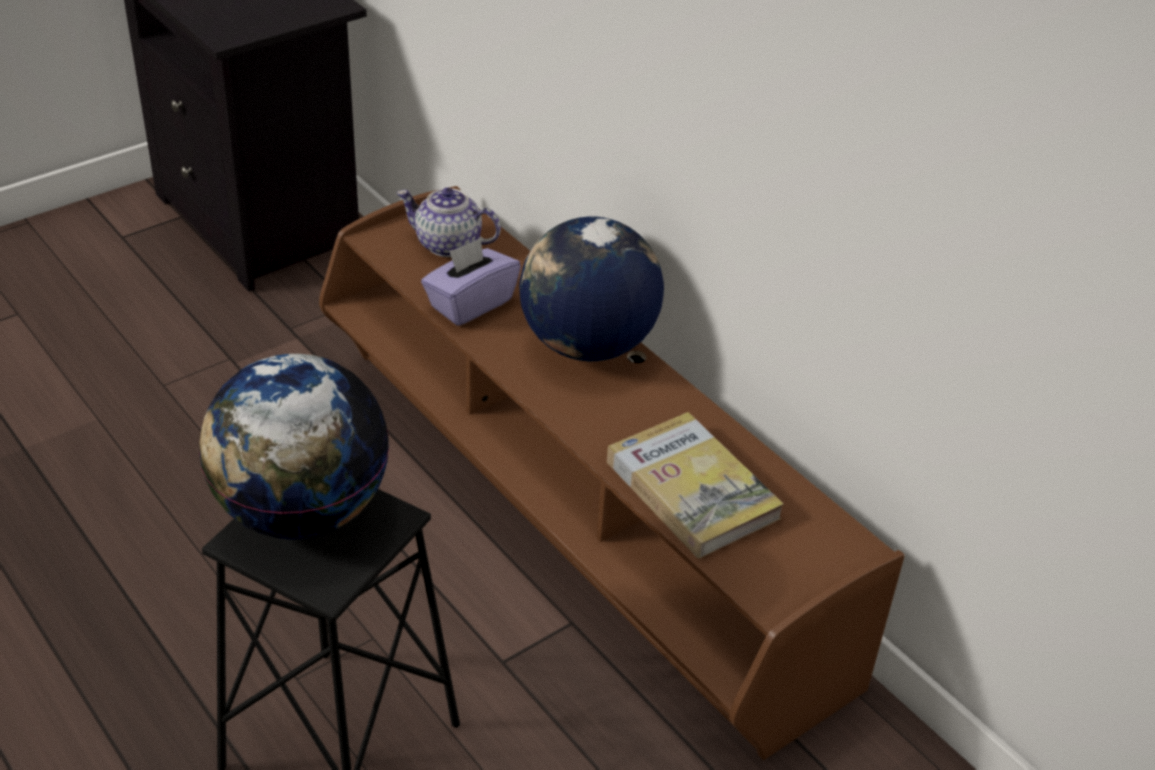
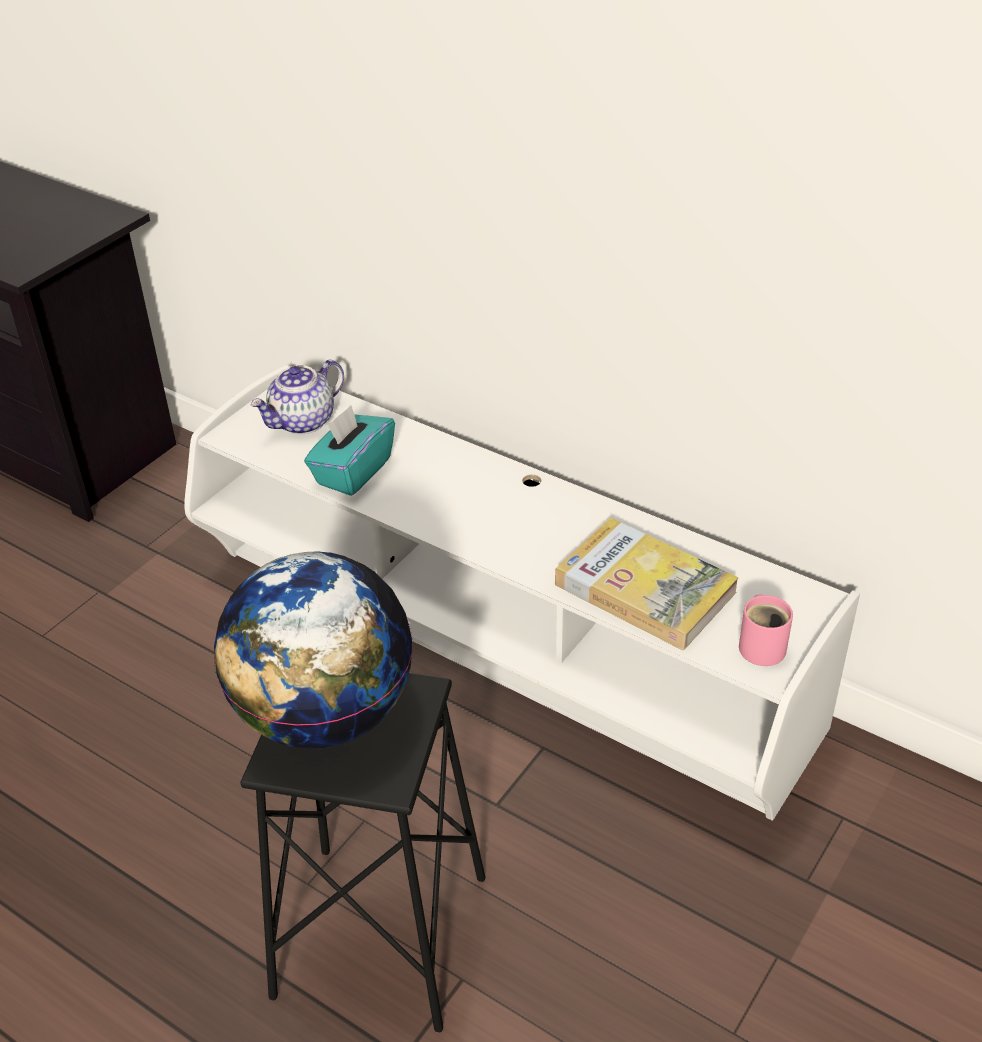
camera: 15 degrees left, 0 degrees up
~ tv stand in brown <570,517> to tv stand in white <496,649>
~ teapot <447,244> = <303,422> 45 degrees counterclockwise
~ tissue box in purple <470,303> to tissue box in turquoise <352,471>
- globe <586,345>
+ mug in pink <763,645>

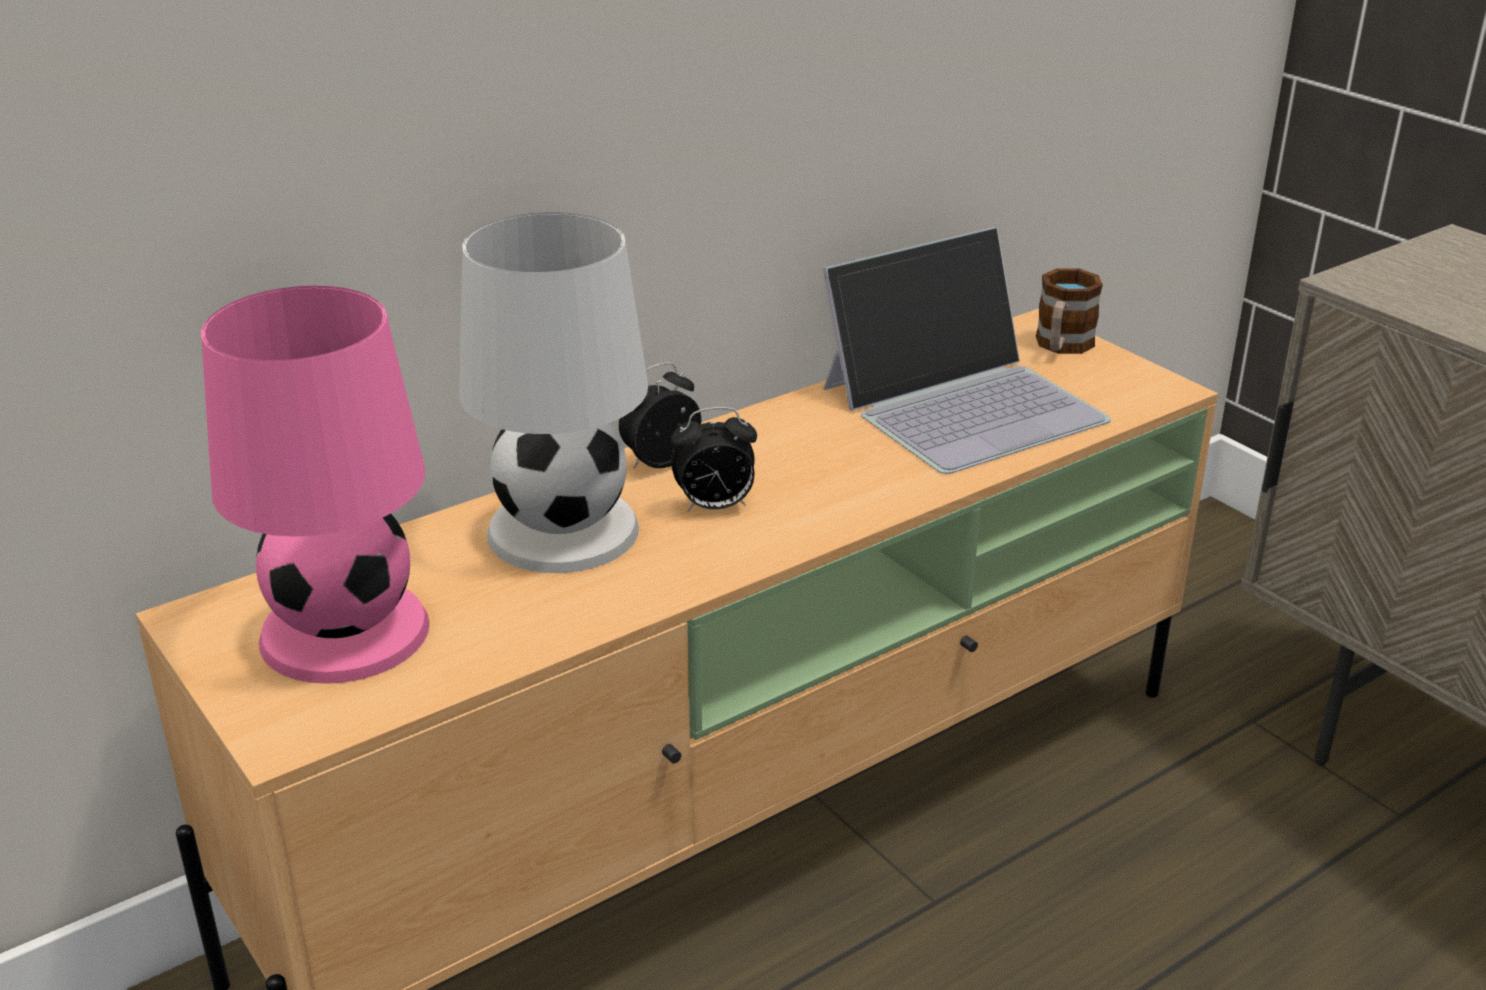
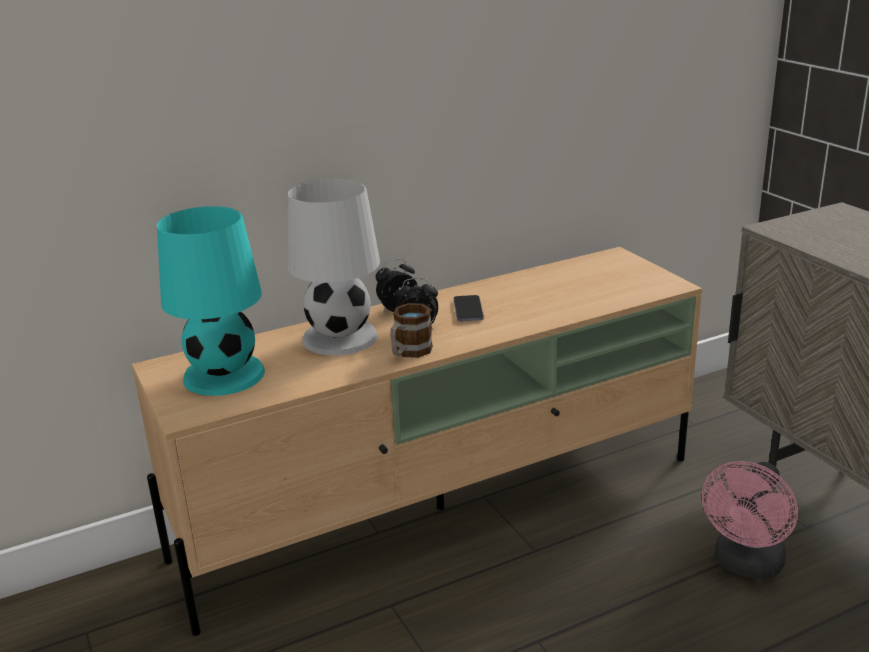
camera: 10 degrees right, 5 degrees down
~ table lamp in pink <342,633> to table lamp in turquoise <223,375>
- laptop <964,402>
~ mug <1061,347> to <409,352>
+ phone <468,310>
+ fan in pink <746,565>

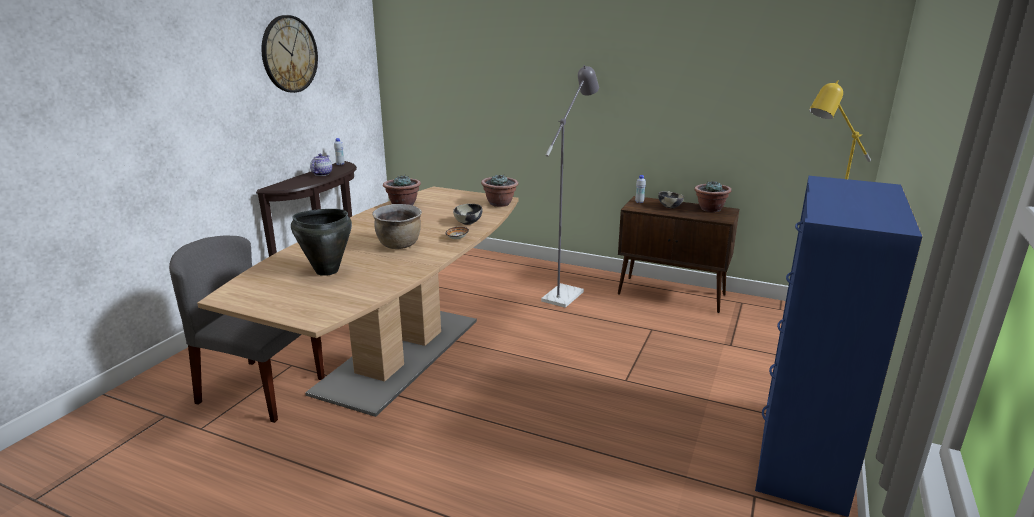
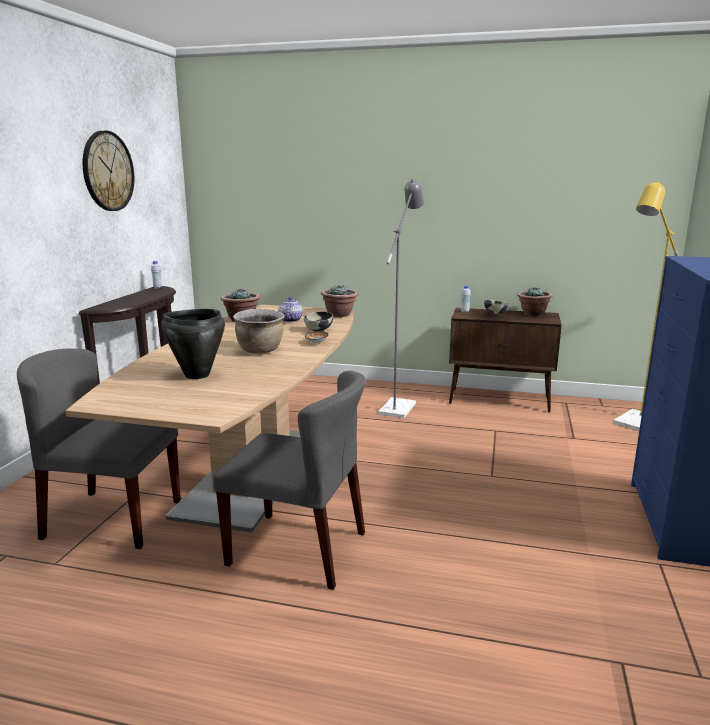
camera: 10 degrees left, 5 degrees down
~ teapot <322,174> to <290,320>
+ chair in grey <299,548>

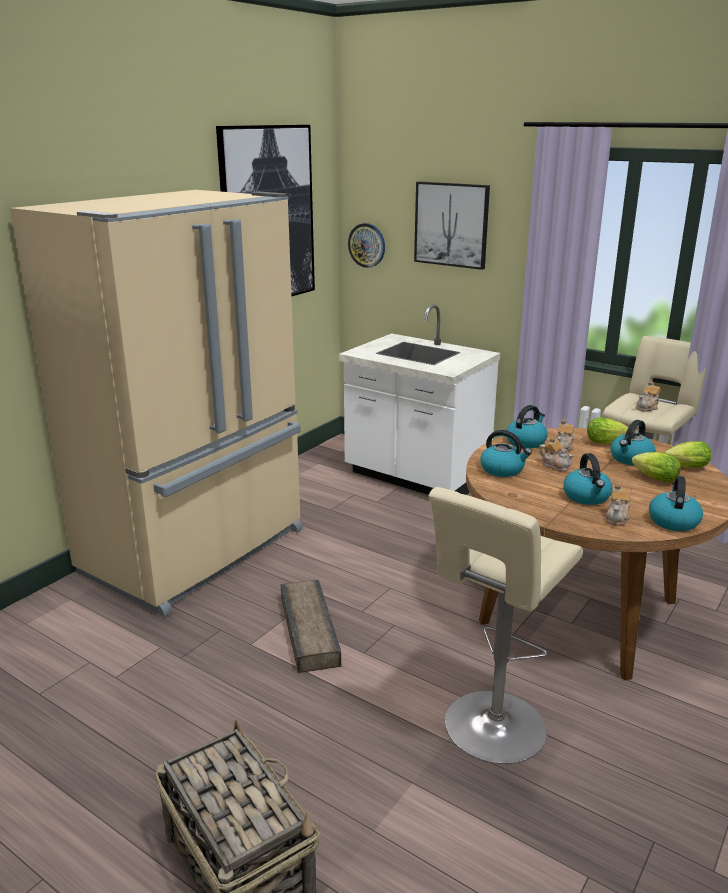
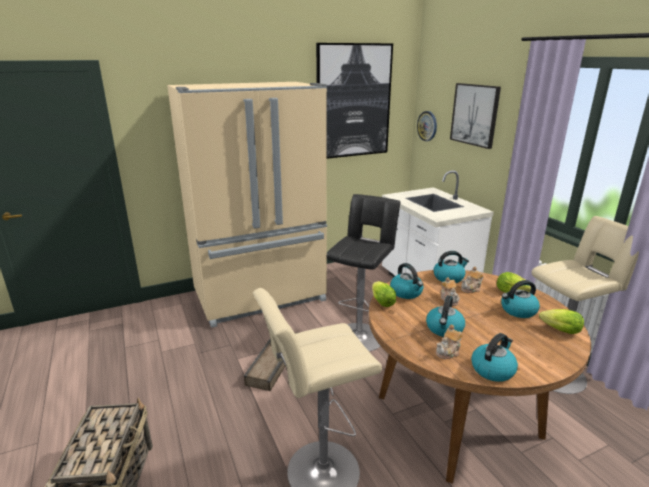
camera: 30 degrees right, 0 degrees up
~ lettuce <652,478> to <381,301>
- teapot <647,407>
+ stool in black <360,335>

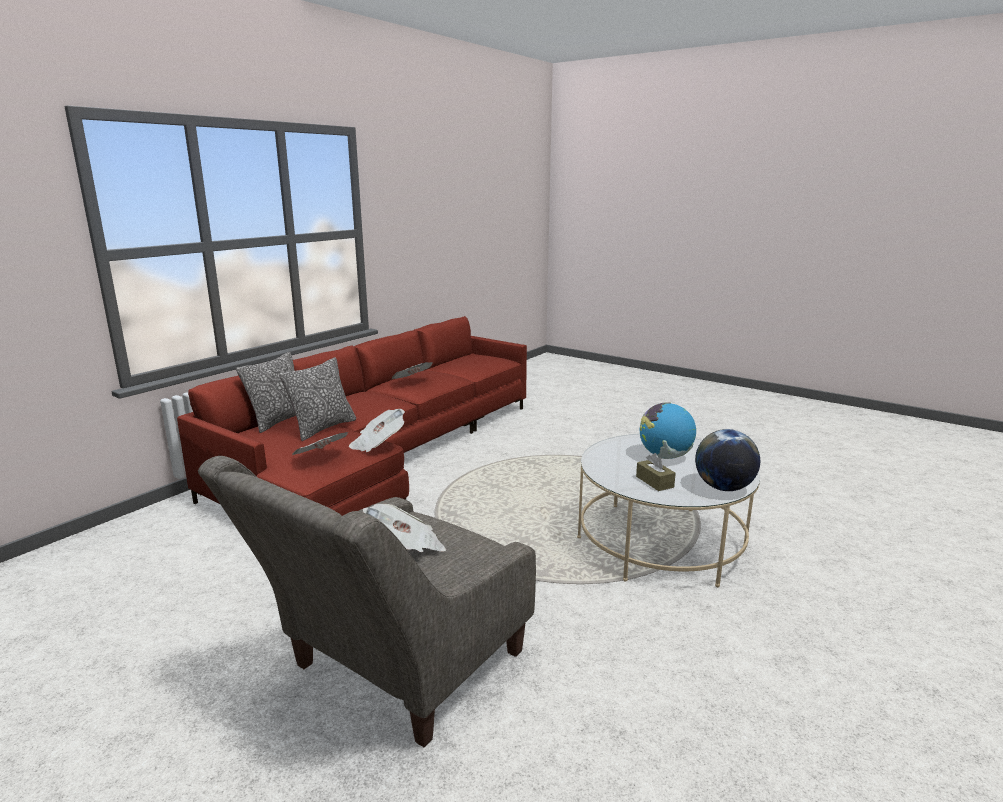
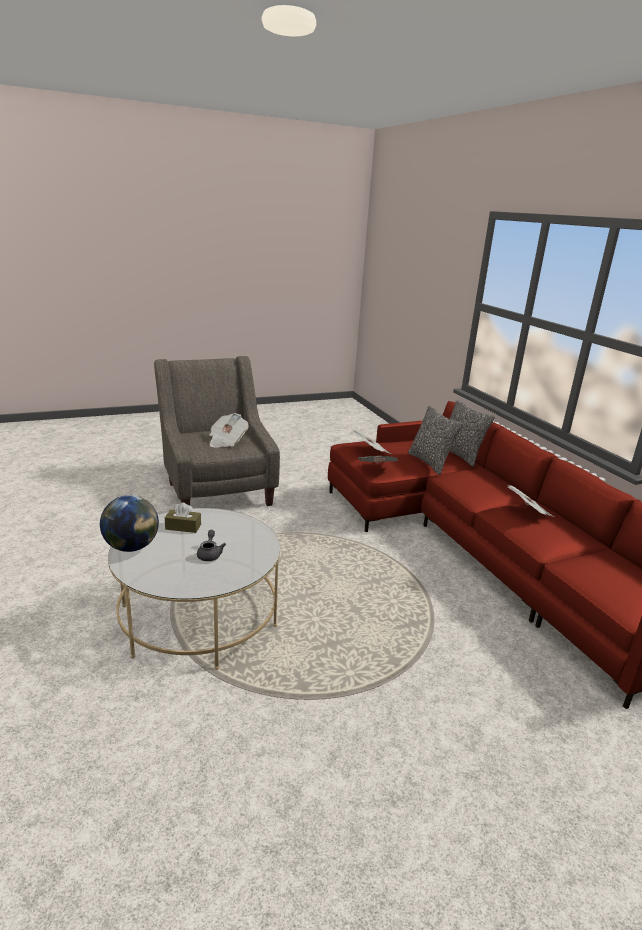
camera: 120 degrees right, 5 degrees up
~ globe <665,456> to teapot in grey <210,554>

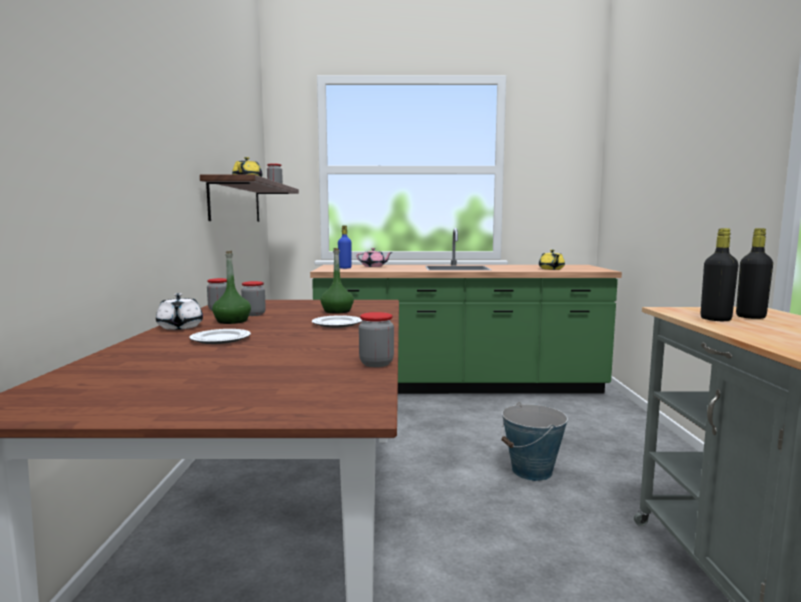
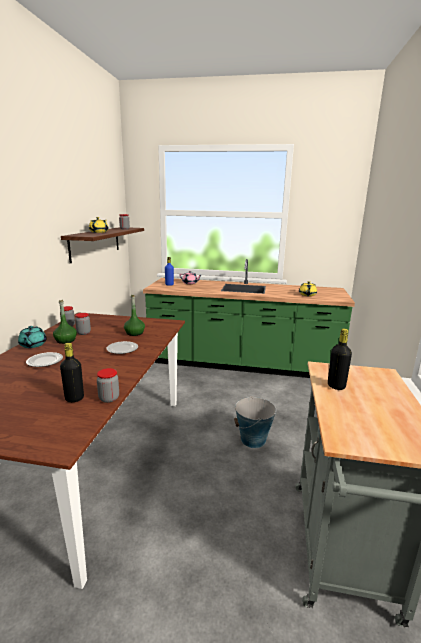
camera: 10 degrees right, 10 degrees up
~ teapot in white <180,327> to teapot in turquoise <33,345>
~ bottle in black <750,317> to <74,398>

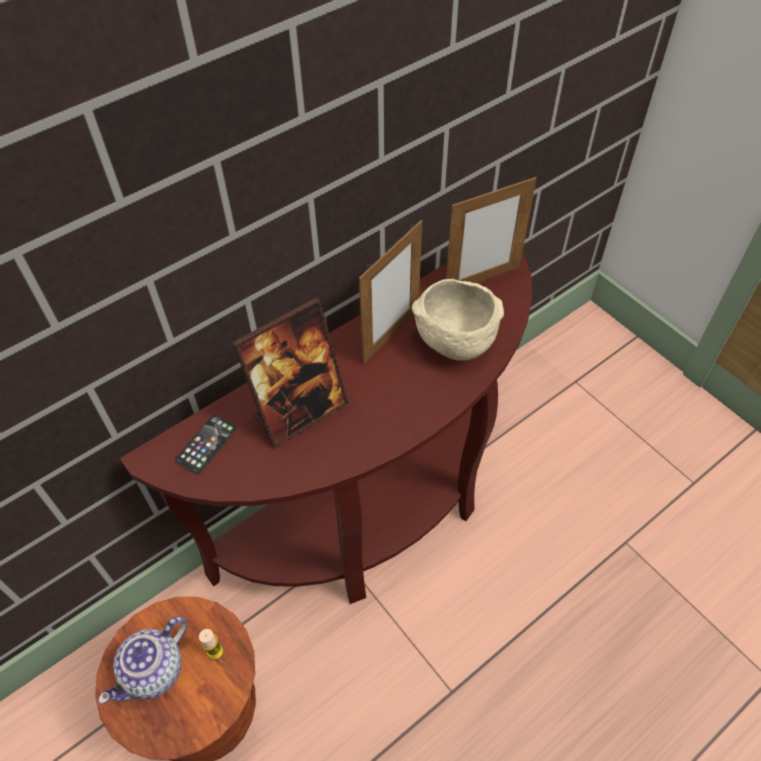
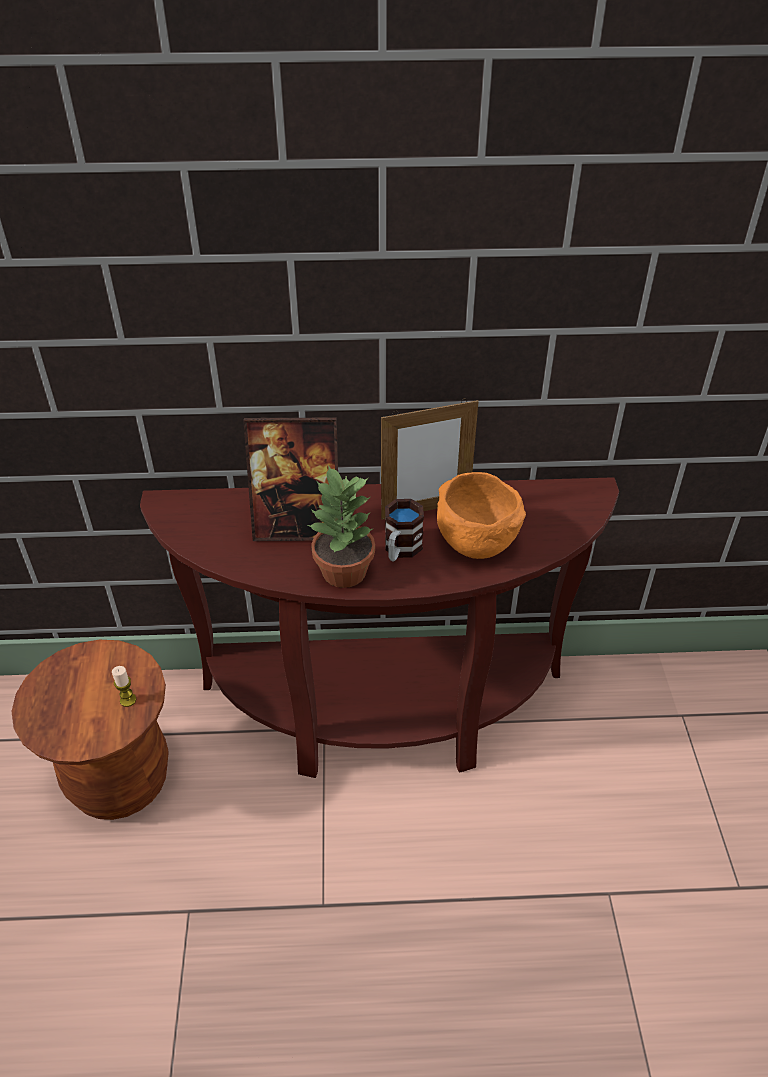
camera: 35 degrees right, 10 degrees down
- teapot <155,670>
- phone <206,444>
~ bowl in beige <453,343> to bowl in orange <474,542>
- picture frame <482,280>
+ potted plant <344,572>
+ mug <400,550>

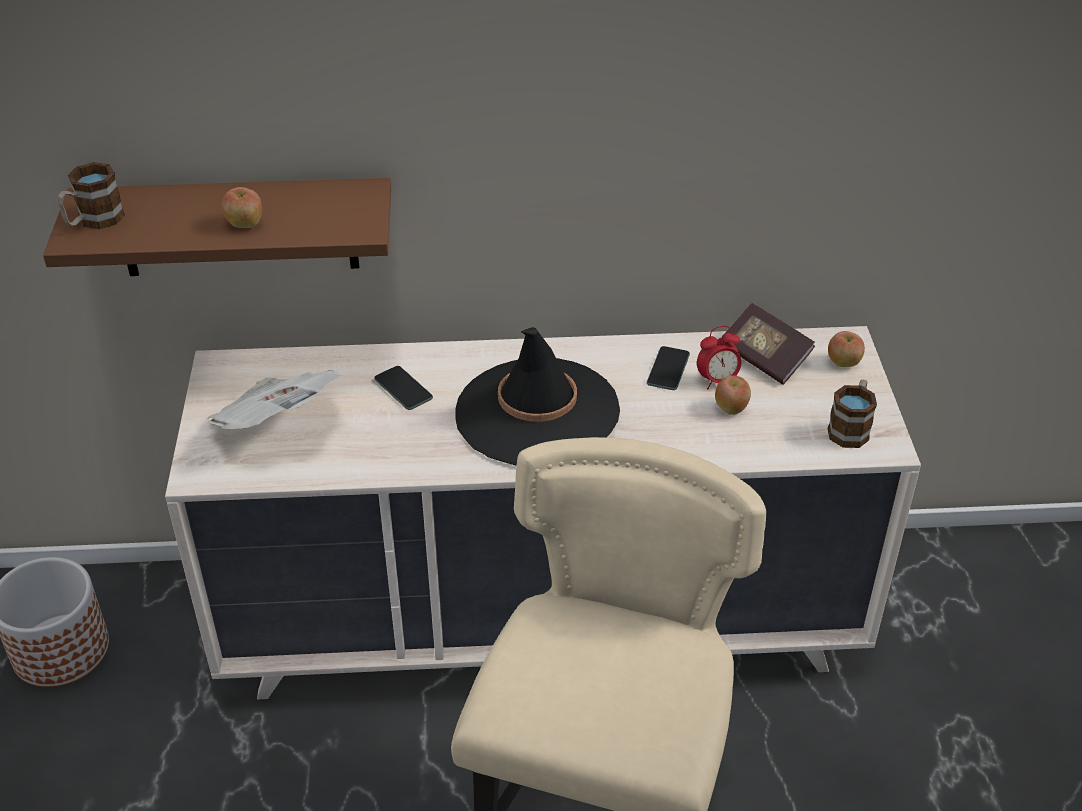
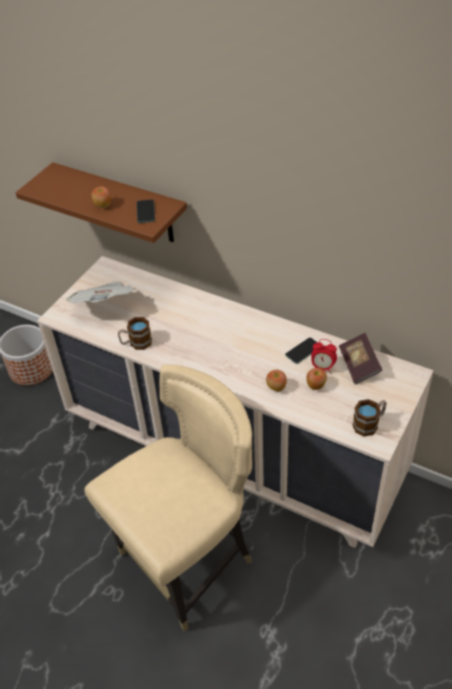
camera: 35 degrees right, 5 degrees up
~ mug <93,221> to <136,343>
~ phone <403,388> to <145,212>
- hat in black <536,412>
~ apple <843,363> to <276,387>

